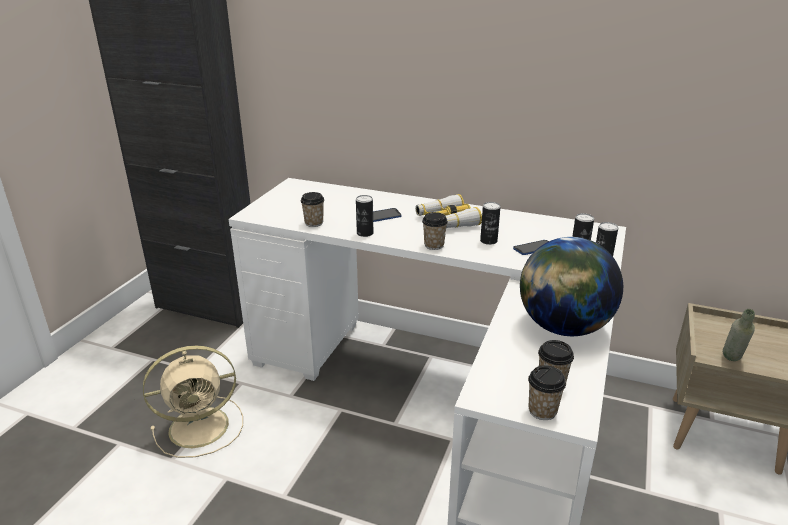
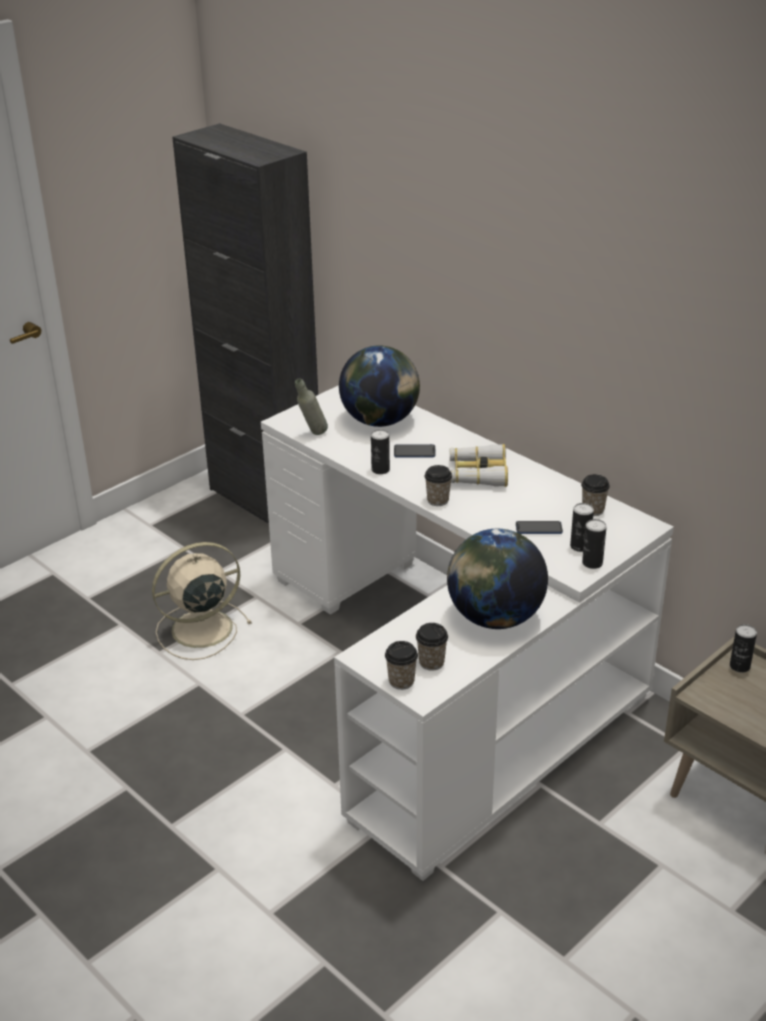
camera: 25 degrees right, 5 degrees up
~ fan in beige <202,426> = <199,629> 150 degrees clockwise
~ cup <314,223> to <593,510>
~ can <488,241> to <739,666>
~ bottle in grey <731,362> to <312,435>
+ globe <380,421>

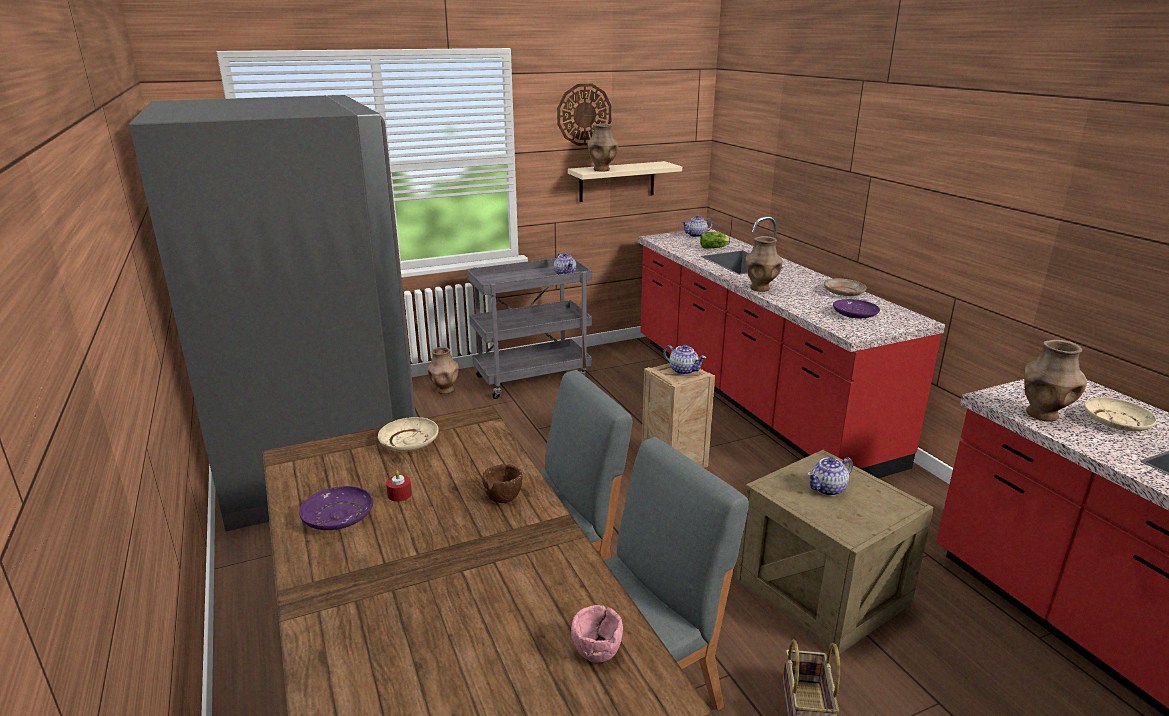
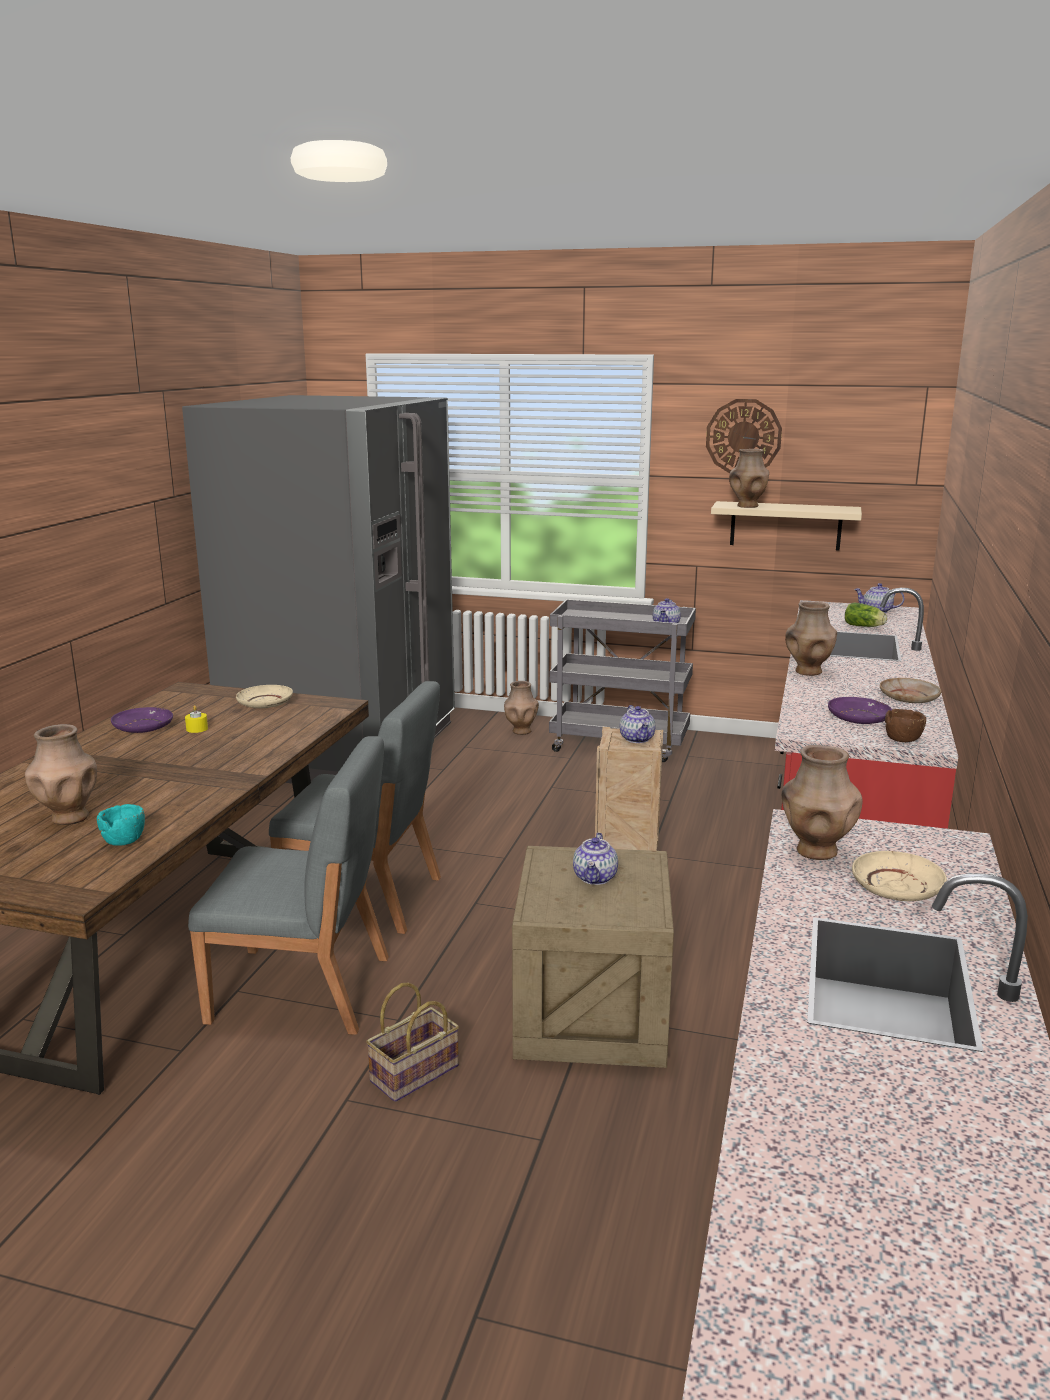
camera: 40 degrees right, 5 degrees down
~ candle in red <399,494> to candle in yellow <197,729>
~ bowl in brown <503,496> to <903,739>
~ bowl in pink <597,650> to bowl in turquoise <124,840>
~ teapot <827,489> = <595,878> 90 degrees counterclockwise
+ vase in brown <69,817>

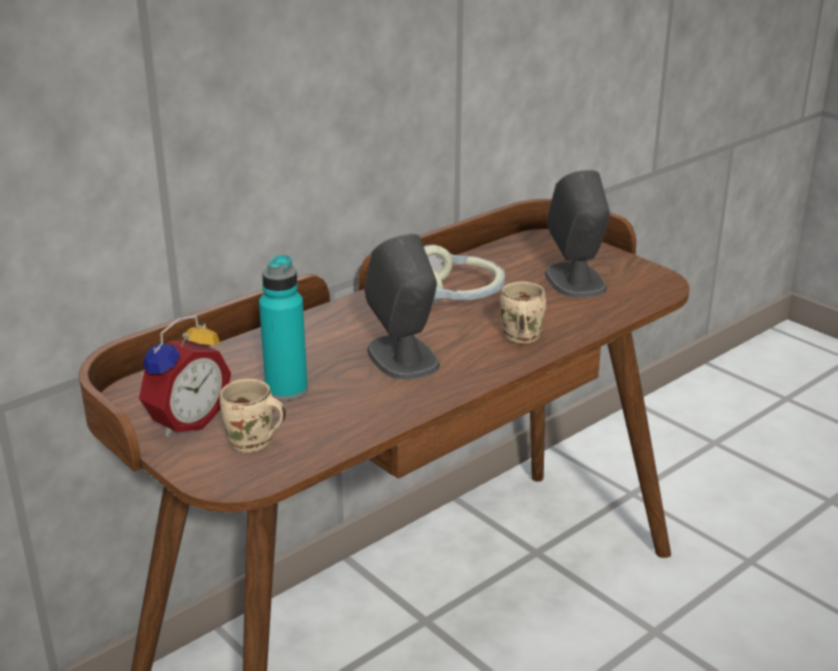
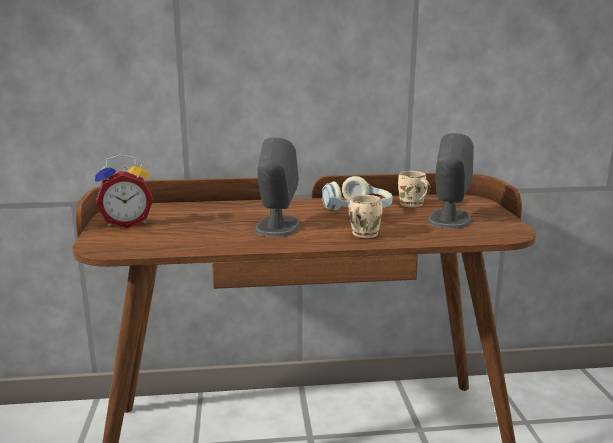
camera: 35 degrees right, 10 degrees down
~ mug in beige <252,444> to <411,205>
- bottle in turquoise <286,390>

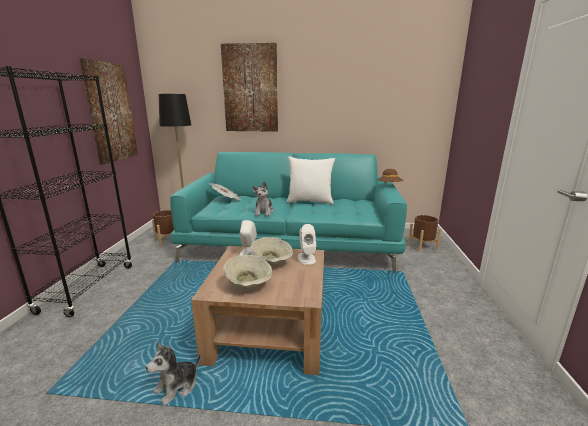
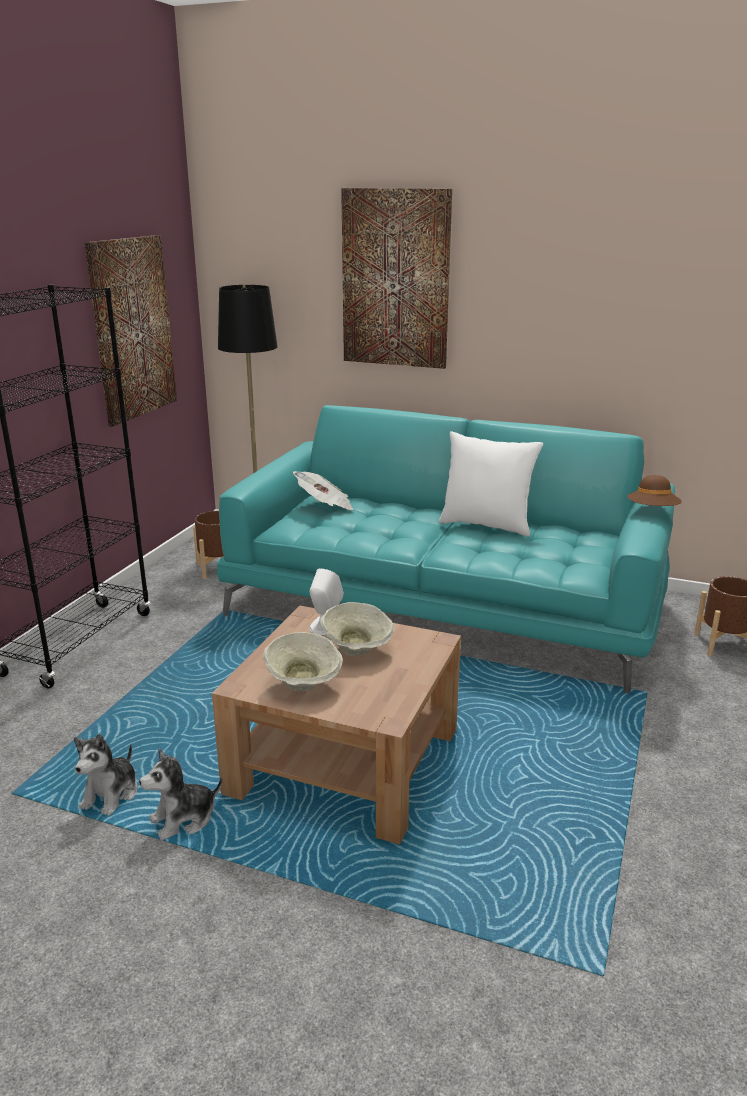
camera: 15 degrees right, 5 degrees up
~ plush toy <264,212> to <111,794>
- speaker in white <306,258>

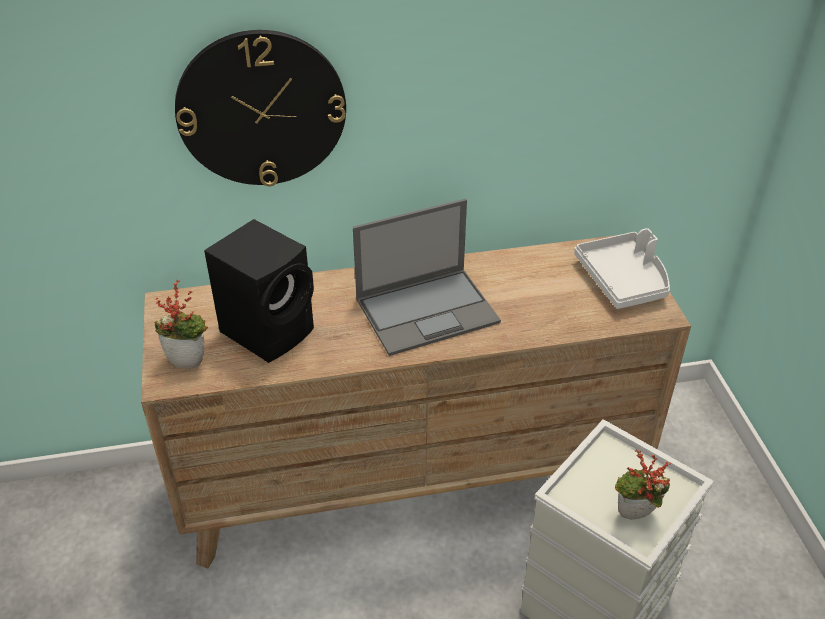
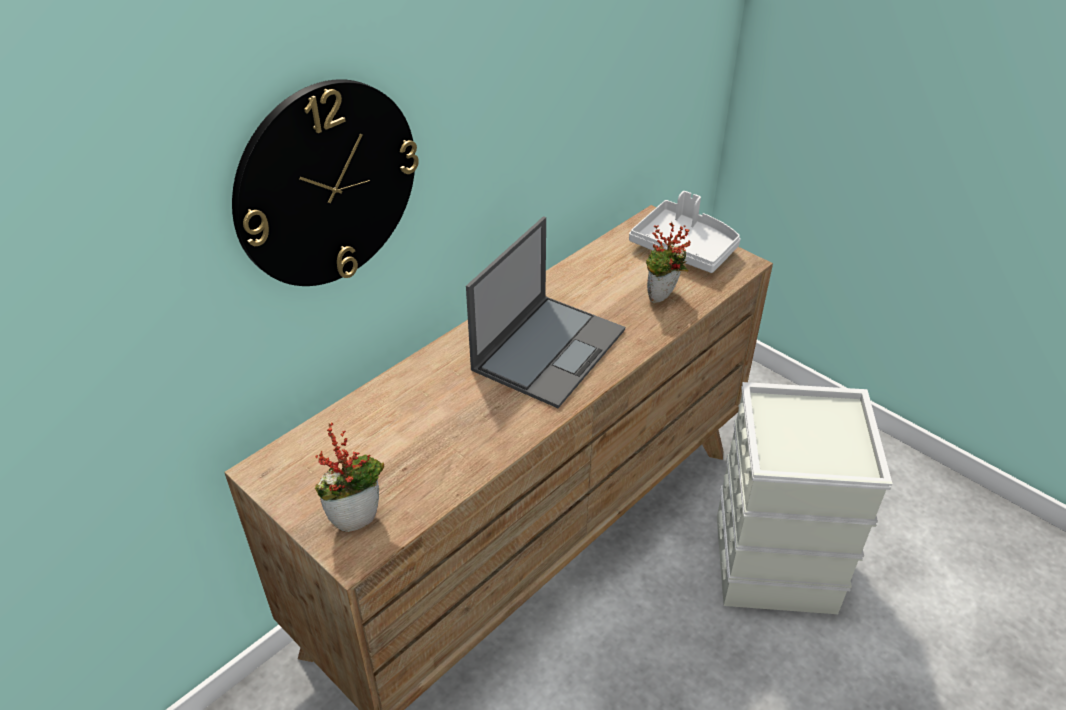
camera: 35 degrees left, 0 degrees up
- speaker in black <270,329>
~ potted plant <634,517> to <662,299>

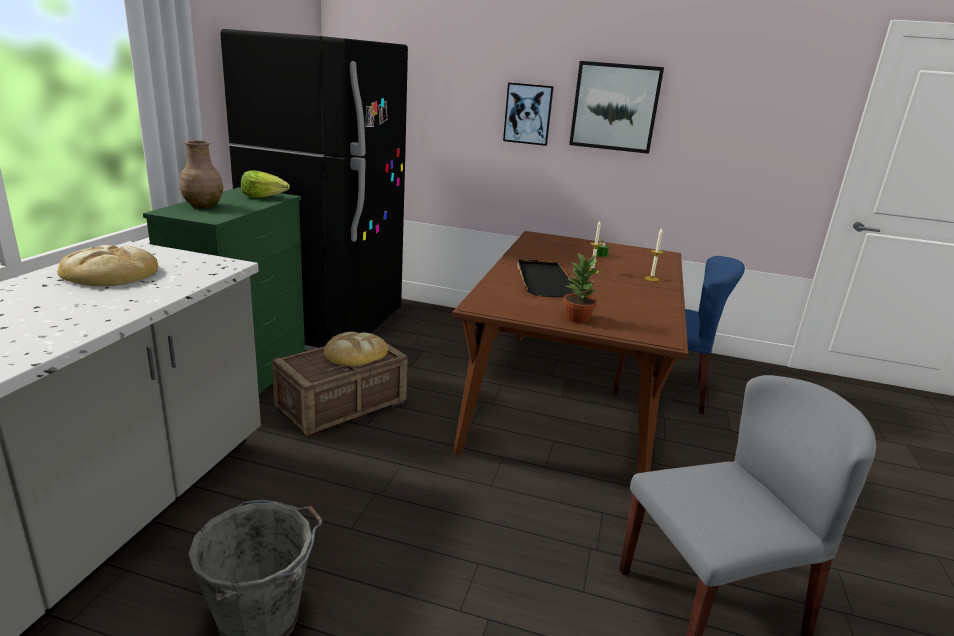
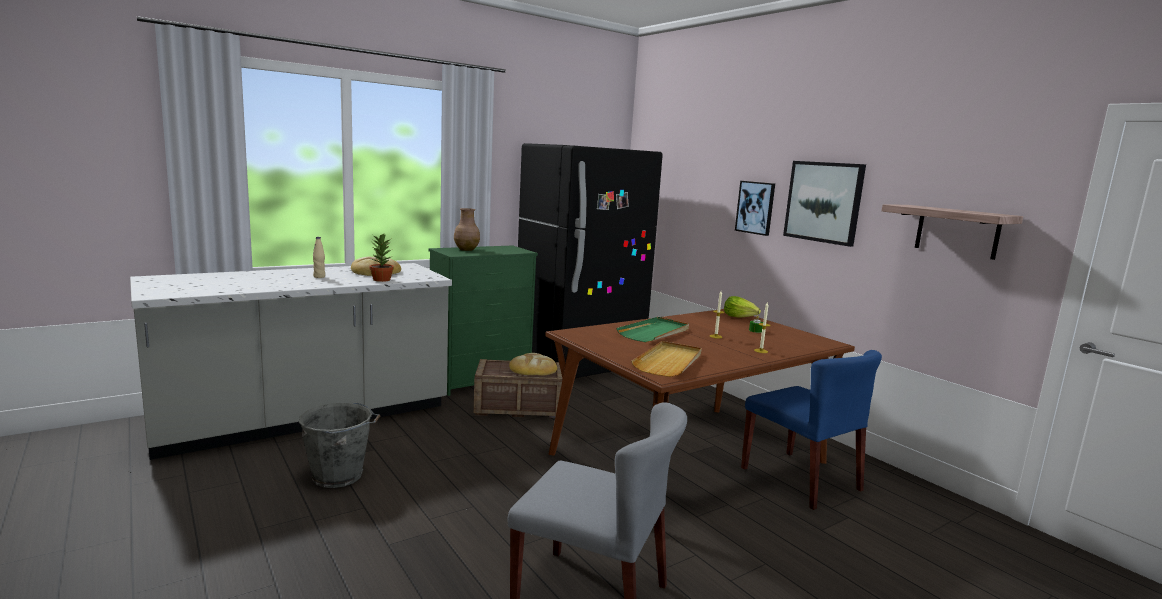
camera: 40 degrees right, 10 degrees down
~ lettuce <264,197> to <740,317>
~ tray in black <543,281> to tray in green <654,332>
~ potted plant <577,318> to <381,280>
+ bottle in beige <319,277>
+ tray in beige <669,362>
+ shelf <957,231>

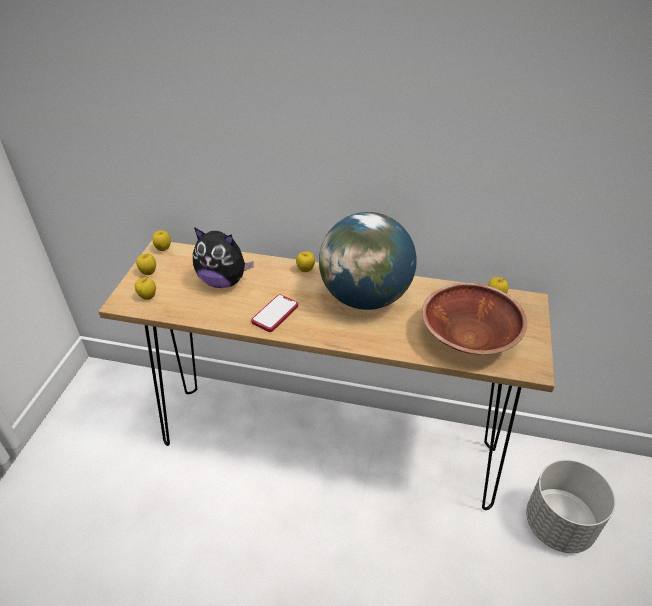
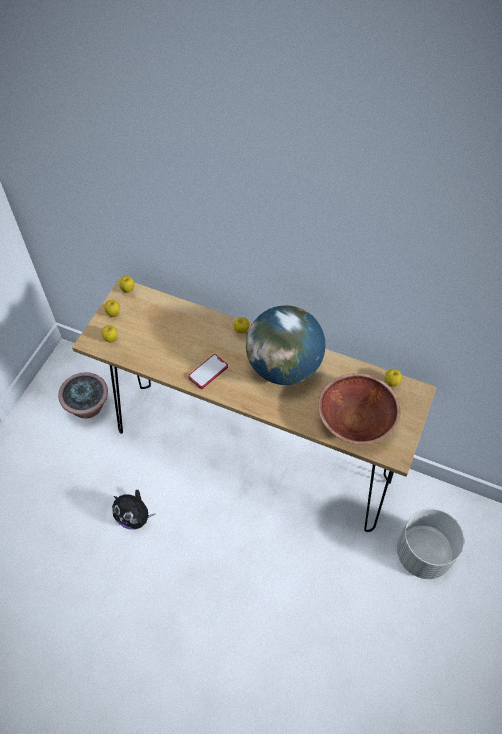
camera: 10 degrees right, 15 degrees up
~ plush toy <223,281> to <134,517>
+ potted plant <88,407>

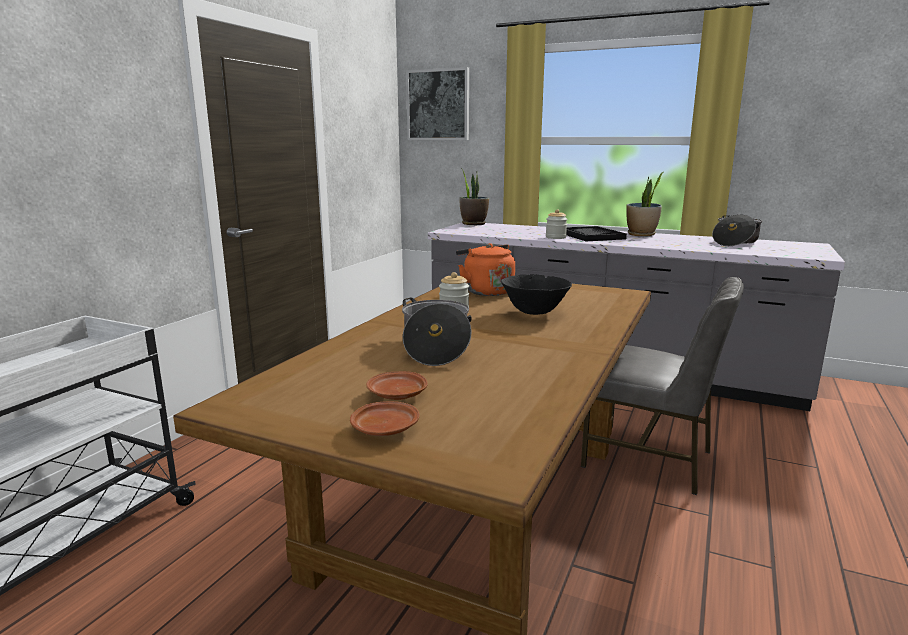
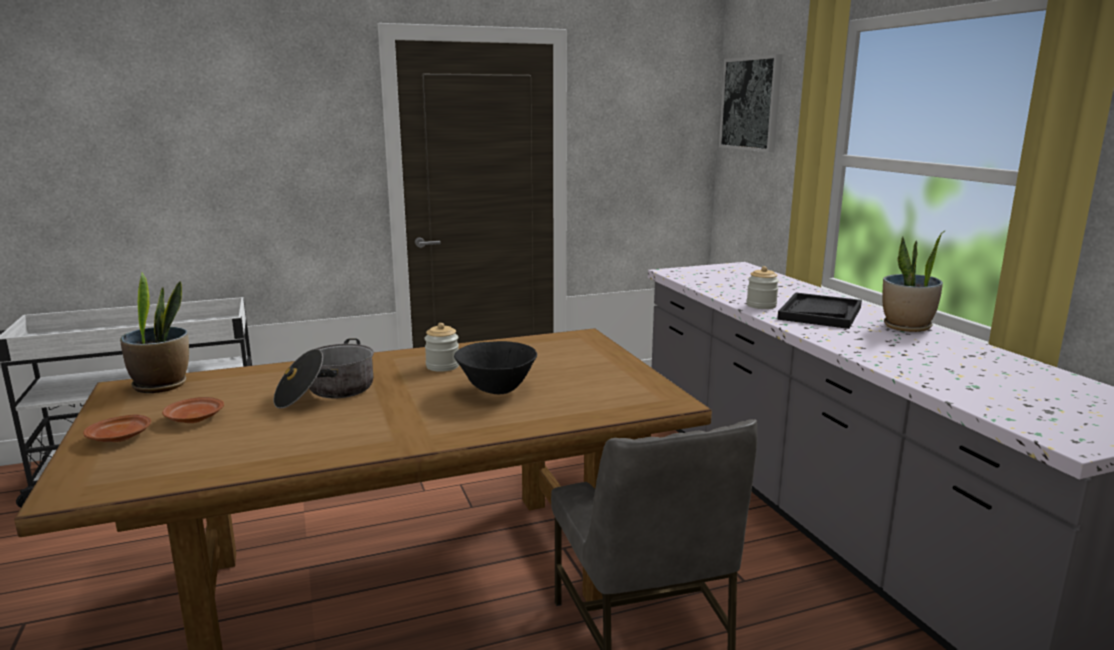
camera: 45 degrees right, 0 degrees up
- kettle in orange <486,291>
~ potted plant <473,224> to <161,385>
- cooking pot <735,242>

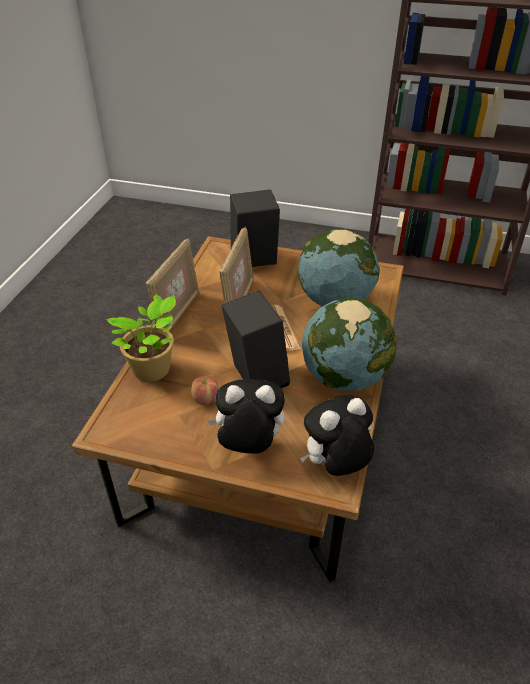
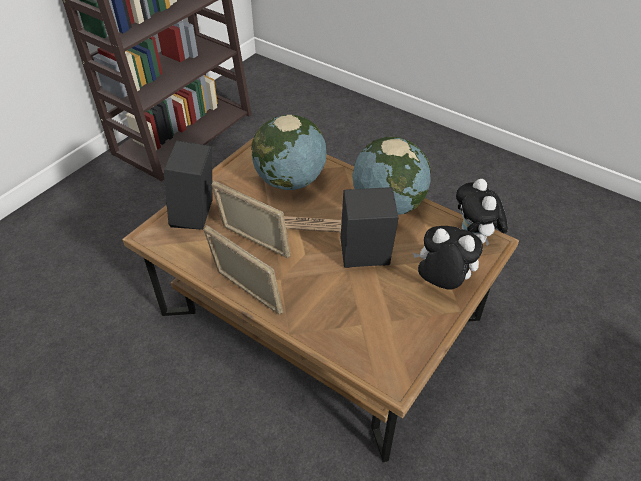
camera: 70 degrees left, 5 degrees up
- potted plant <154,371>
- apple <205,399>
~ plush toy <248,445> = <441,282> 90 degrees clockwise

